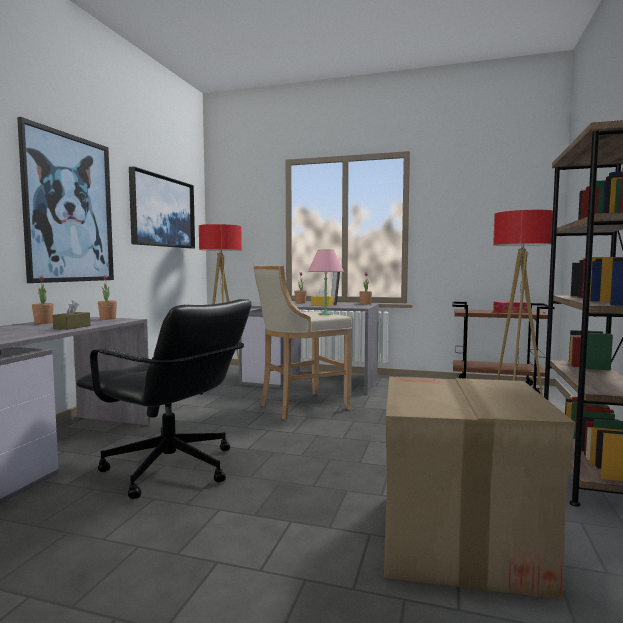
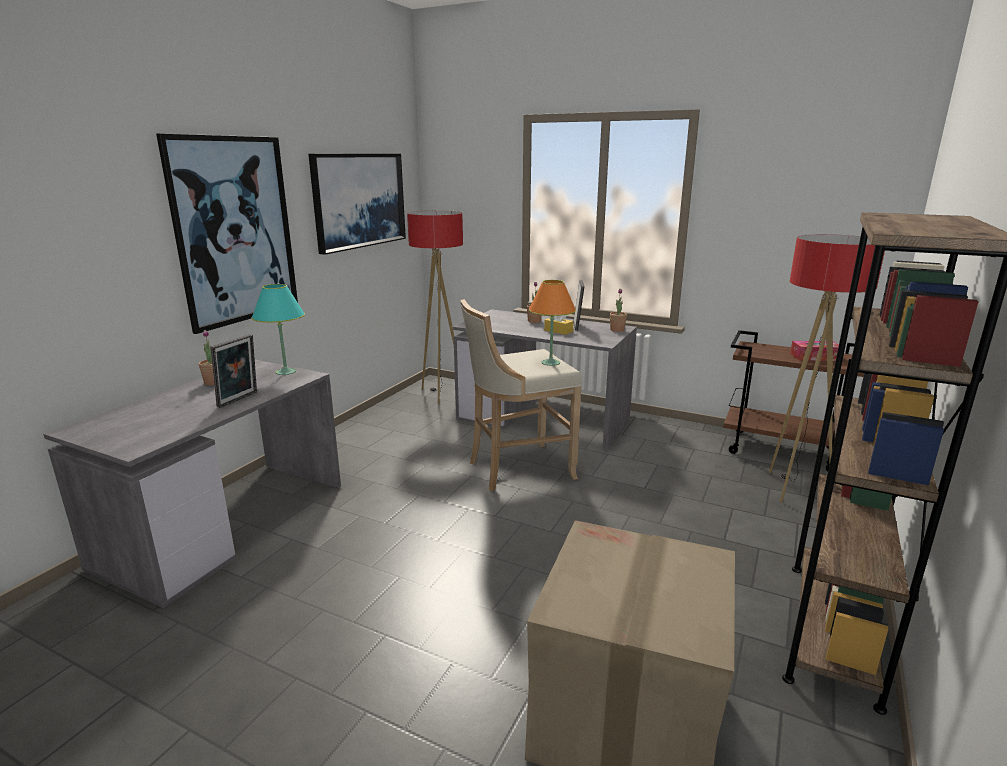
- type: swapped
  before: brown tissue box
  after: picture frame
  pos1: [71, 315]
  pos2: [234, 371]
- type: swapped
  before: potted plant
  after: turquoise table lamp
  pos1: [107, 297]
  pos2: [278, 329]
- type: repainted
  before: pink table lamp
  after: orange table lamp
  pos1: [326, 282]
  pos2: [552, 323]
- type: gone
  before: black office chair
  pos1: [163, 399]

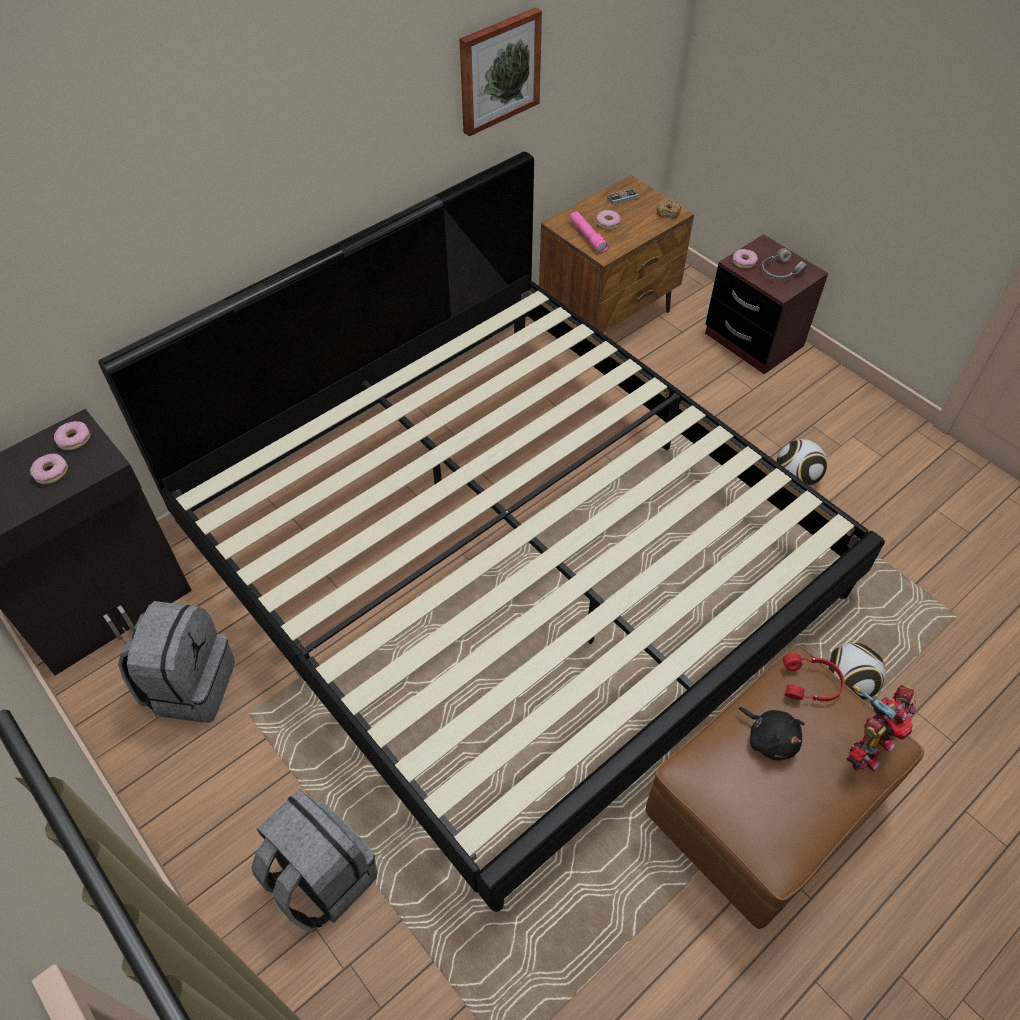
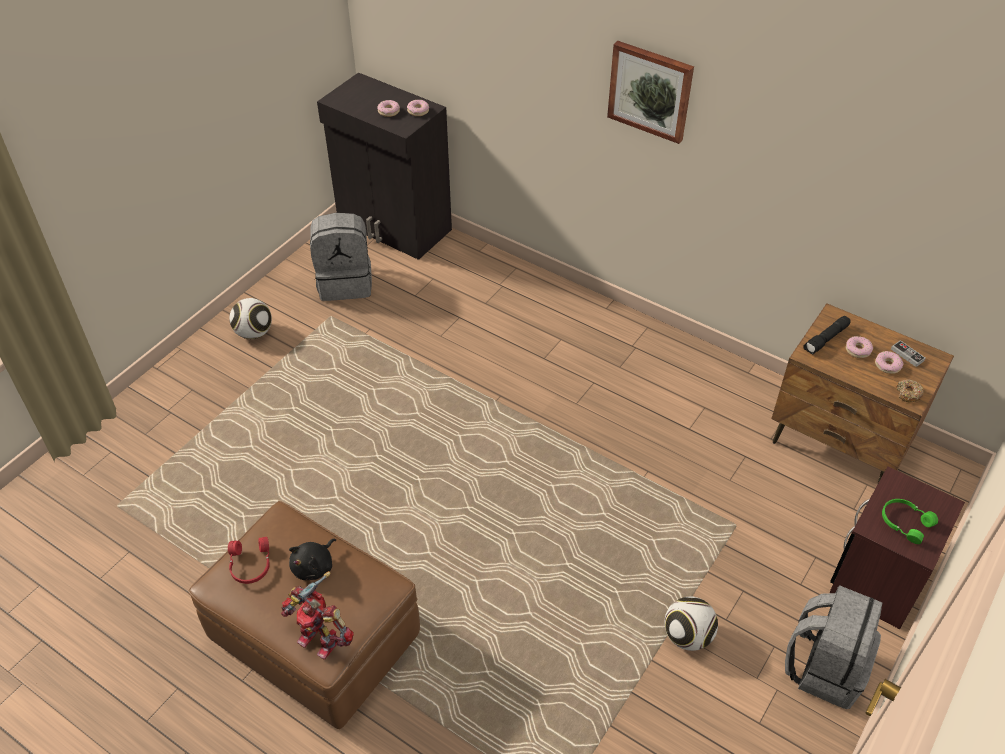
- type: shifted
  before: red headphones
  pos1: [814, 677]
  pos2: [249, 560]
- type: shifted
  before: football
  pos1: [856, 671]
  pos2: [250, 318]
- type: shifted
  before: picture
  pos1: [500, 71]
  pos2: [650, 92]
- type: shifted
  before: grey backpack
  pos1: [314, 860]
  pos2: [833, 647]
- type: repainted
  before: pink flashlight
  after: black flashlight
  pos1: [589, 232]
  pos2: [827, 335]
- type: shifted
  before: donut
  pos1: [745, 259]
  pos2: [889, 362]
- type: repainted
  before: grey headphones
  after: green headphones
  pos1: [784, 264]
  pos2: [910, 521]
- type: gone
  before: bed
  pos1: [491, 532]

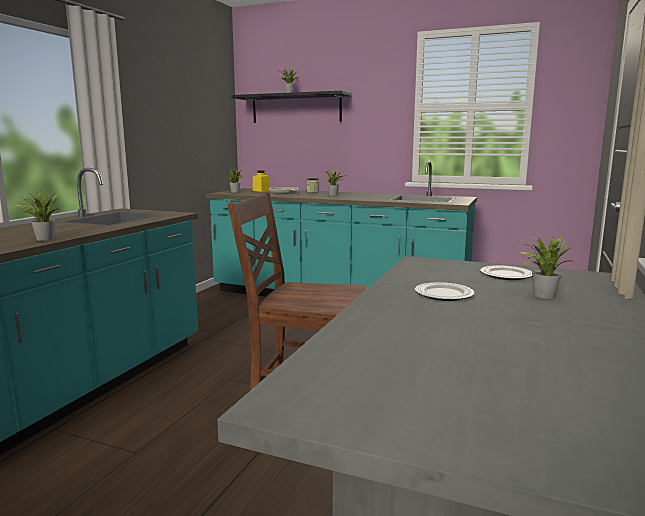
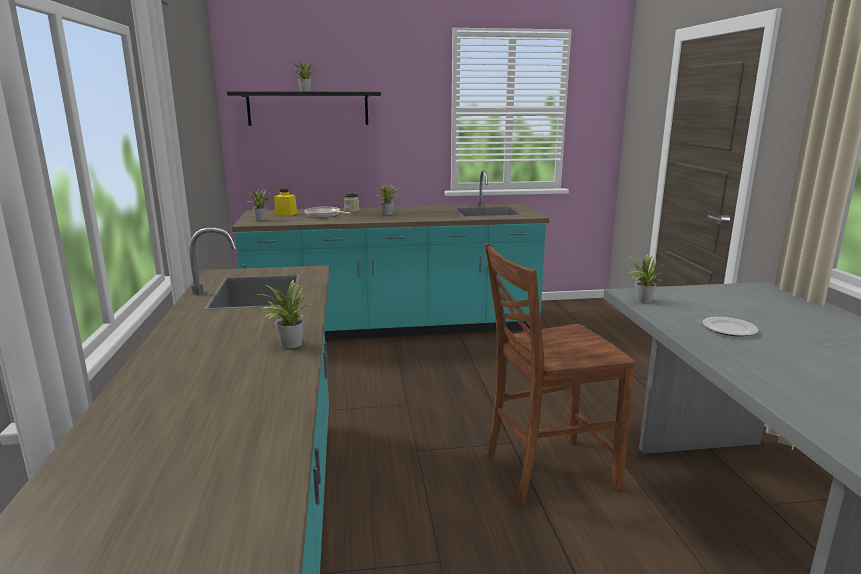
- type: shifted
  before: potted plant
  pos1: [546, 267]
  pos2: [645, 278]
- type: gone
  before: plate
  pos1: [506, 273]

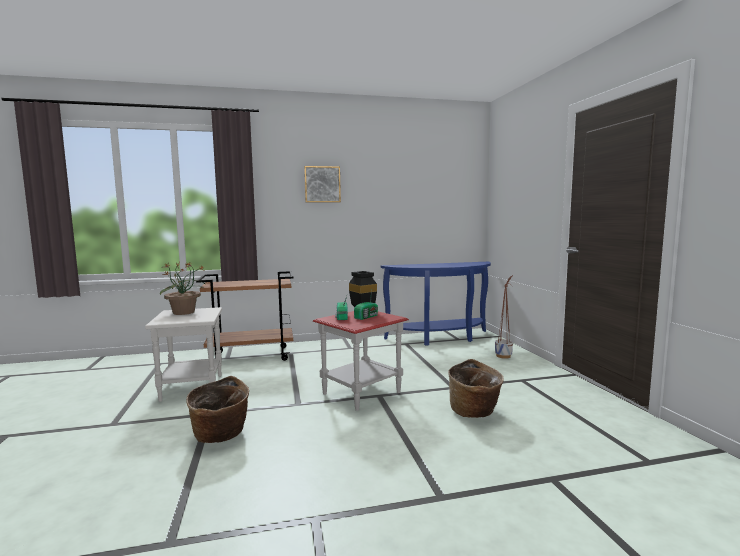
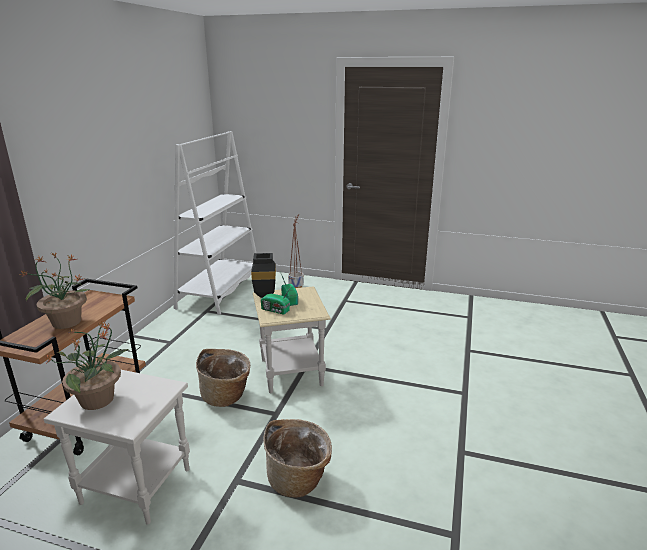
- type: new
  after: potted plant
  pos2: [55, 290]
- type: swapped
  before: blue console table
  after: white bookcase
  pos1: [436, 304]
  pos2: [214, 223]
- type: shifted
  before: basket
  pos1: [476, 388]
  pos2: [223, 378]
- type: repainted
  before: red side table
  after: beige side table
  pos1: [361, 361]
  pos2: [292, 340]
- type: gone
  before: picture
  pos1: [322, 184]

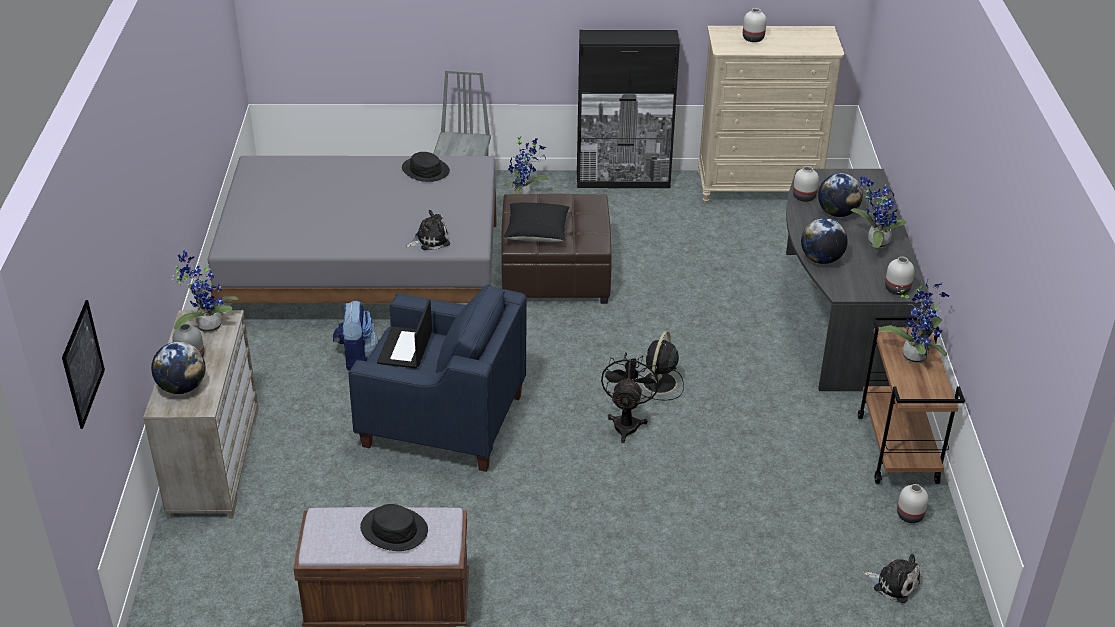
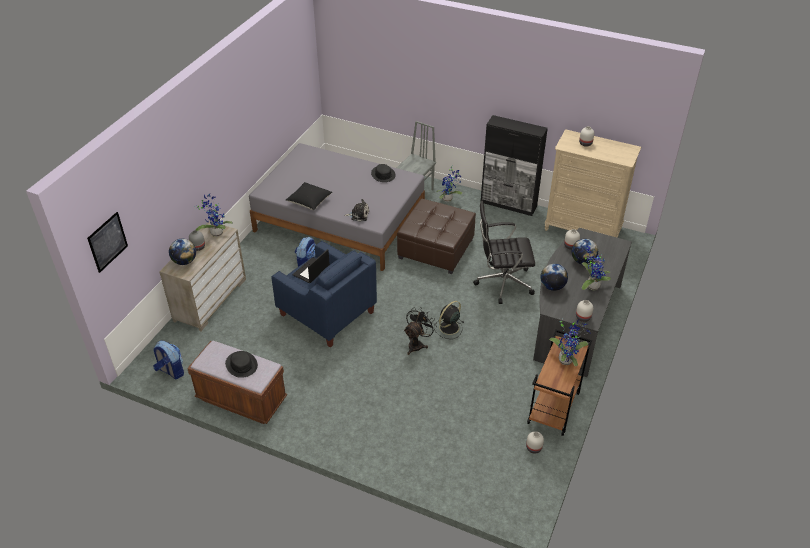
- type: new
  after: backpack
  pos2: [168, 360]
- type: shifted
  before: black pillow
  pos1: [536, 222]
  pos2: [309, 196]
- type: new
  after: black office chair
  pos2: [504, 252]
- type: gone
  before: plush toy
  pos1: [891, 578]

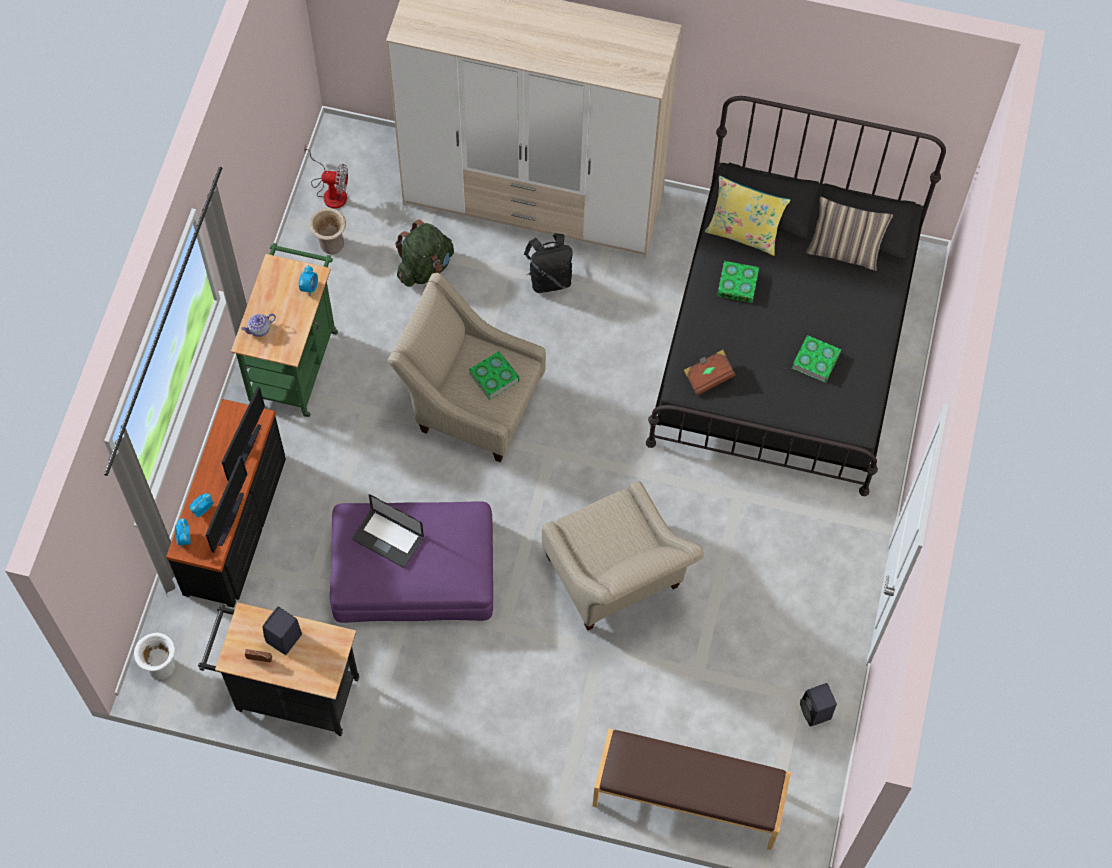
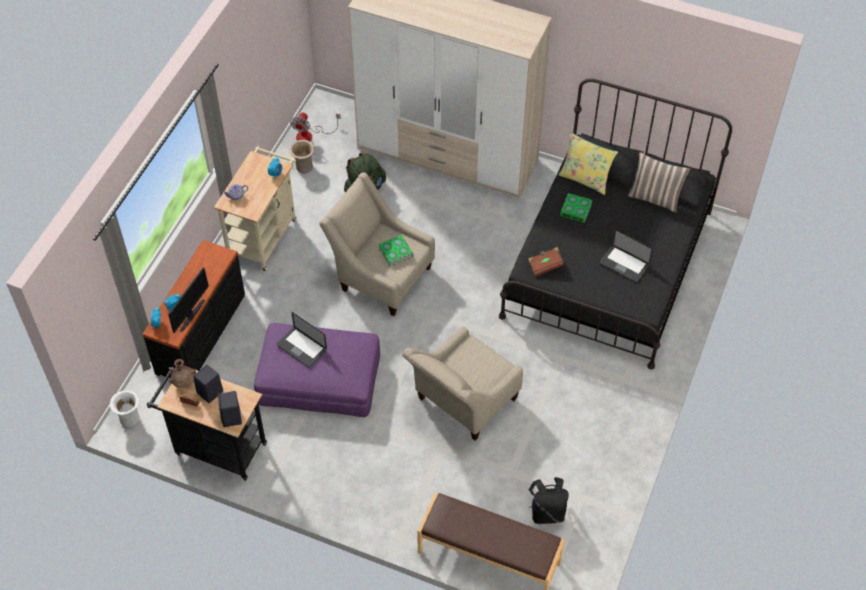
- type: new
  after: brown vase
  pos2: [182, 373]
- type: repainted
  before: green cart
  after: beige cart
  pos1: [284, 330]
  pos2: [255, 209]
- type: shifted
  before: black speaker
  pos1: [818, 705]
  pos2: [230, 409]
- type: rotated
  before: fan
  pos1: [326, 177]
  pos2: [315, 127]
  turn: 90
- type: rotated
  before: beige armchair
  pos1: [623, 556]
  pos2: [462, 383]
  turn: 60
- type: shifted
  before: black backpack
  pos1: [548, 263]
  pos2: [549, 500]
- type: swapped
  before: book
  after: laptop
  pos1: [816, 358]
  pos2: [626, 256]
- type: gone
  before: monitor
  pos1: [243, 433]

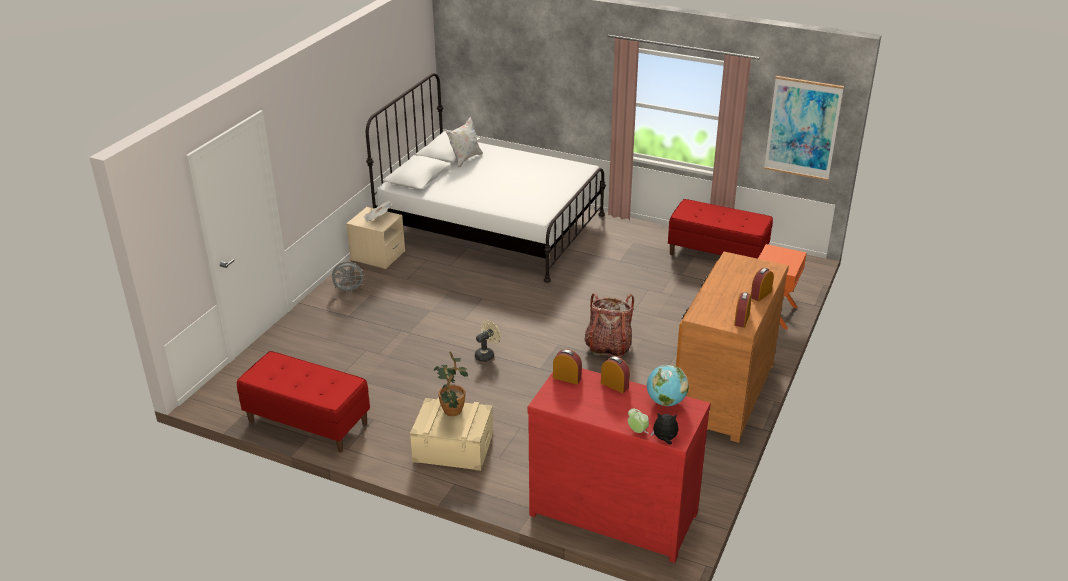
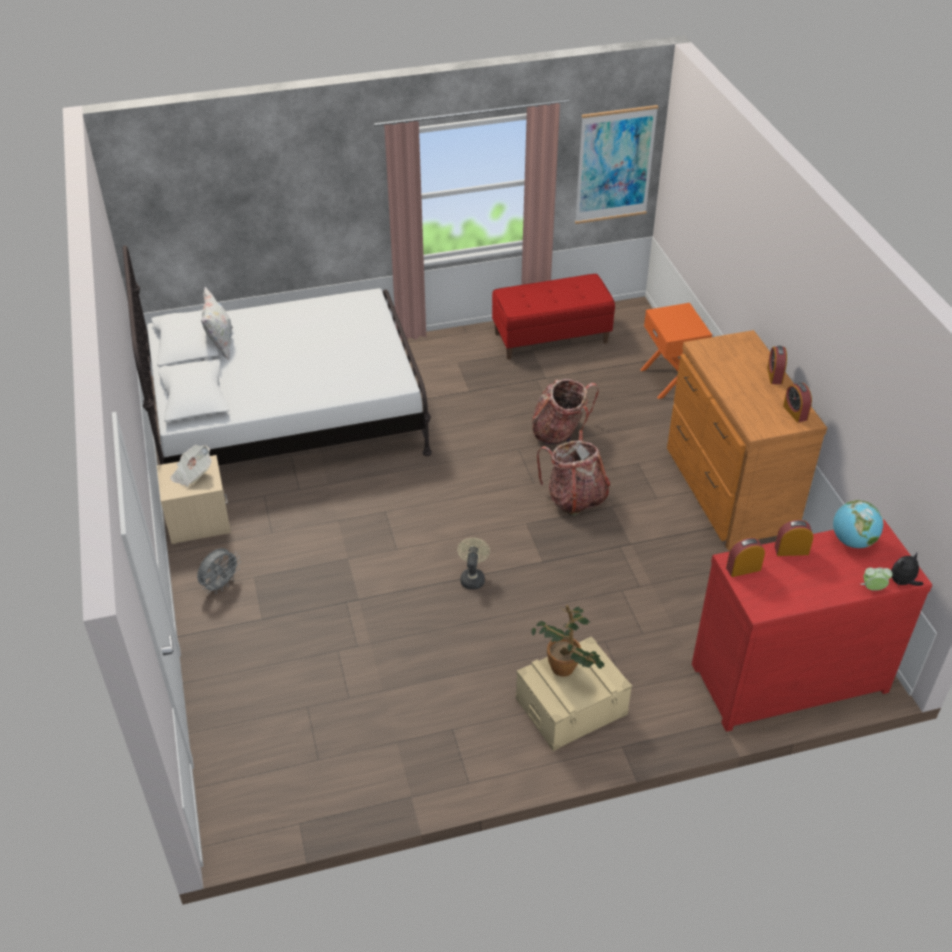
- type: new
  after: backpack
  pos2: [565, 411]
- type: gone
  before: red bench
  pos1: [303, 401]

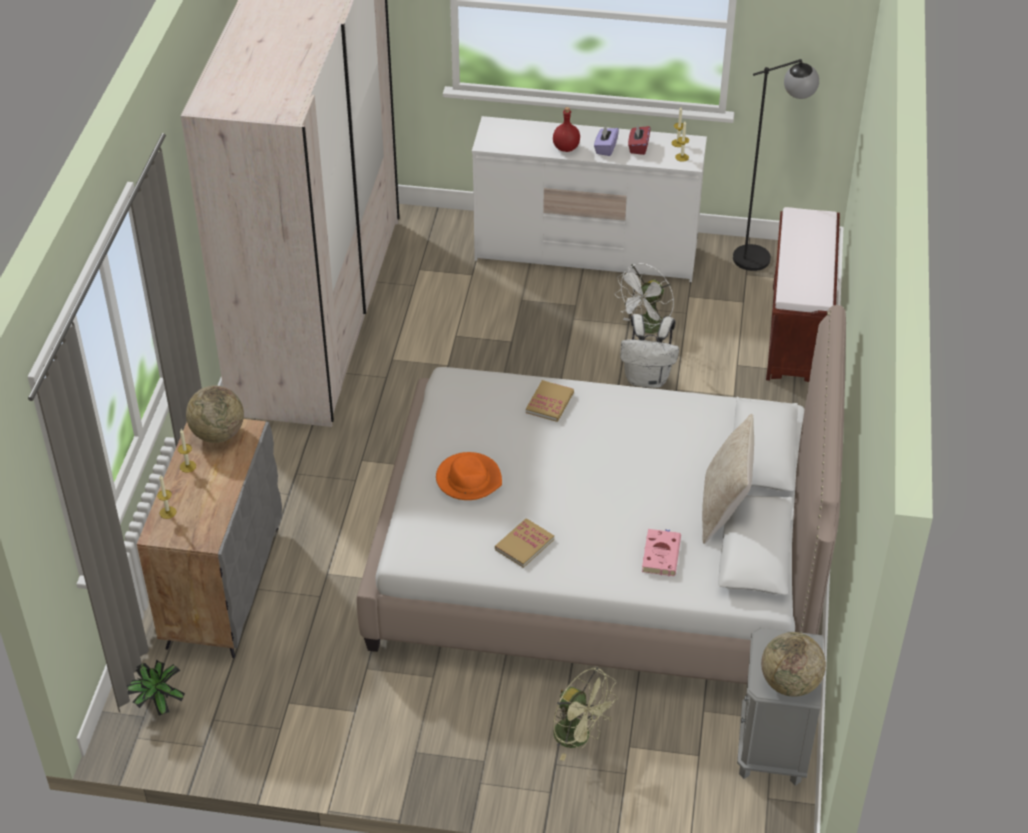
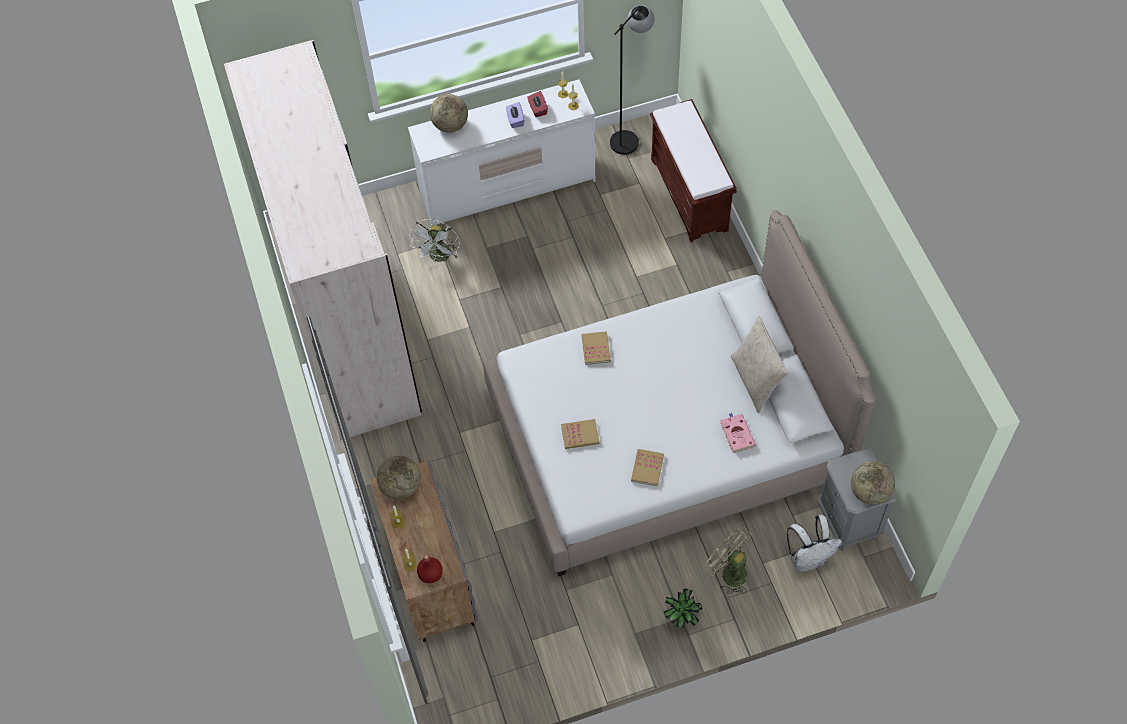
- type: shifted
  before: white fan
  pos1: [644, 298]
  pos2: [434, 240]
- type: shifted
  before: red bottle
  pos1: [566, 129]
  pos2: [430, 569]
- type: new
  after: globe
  pos2: [449, 113]
- type: swapped
  before: orange hat
  after: book
  pos1: [469, 476]
  pos2: [580, 434]
- type: shifted
  before: potted plant
  pos1: [156, 688]
  pos2: [683, 608]
- type: rotated
  before: green fan
  pos1: [585, 714]
  pos2: [728, 560]
  turn: -150
- type: shifted
  before: white backpack
  pos1: [649, 351]
  pos2: [814, 543]

